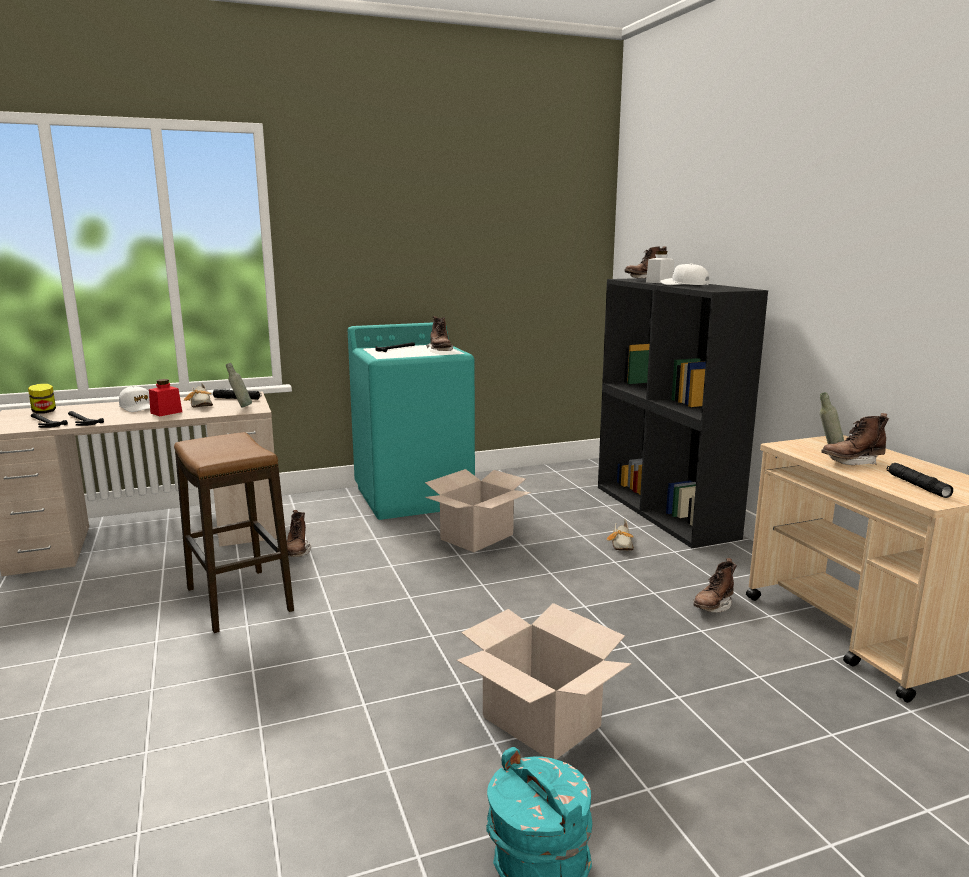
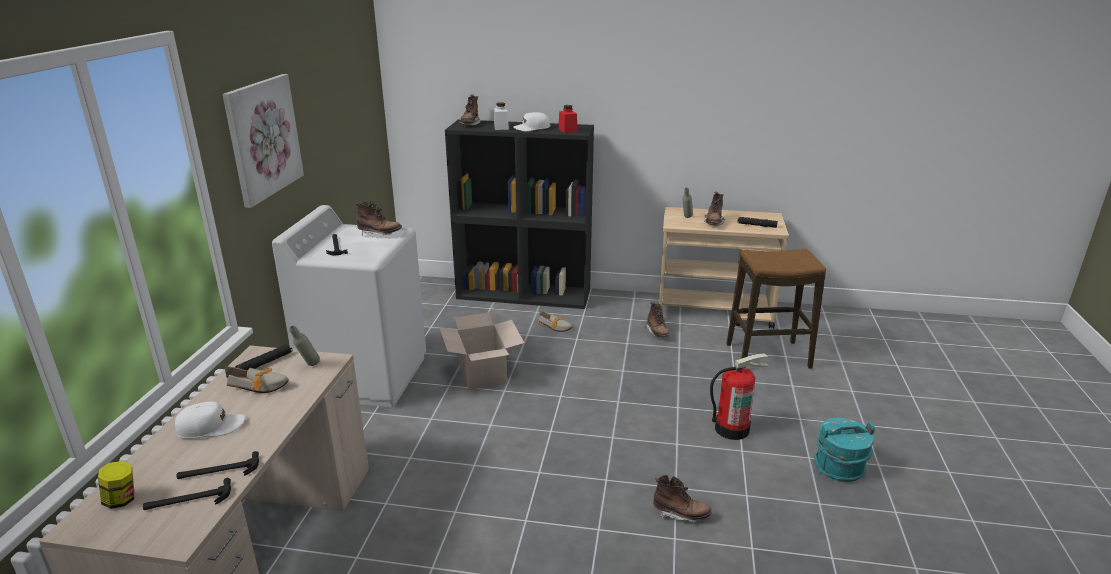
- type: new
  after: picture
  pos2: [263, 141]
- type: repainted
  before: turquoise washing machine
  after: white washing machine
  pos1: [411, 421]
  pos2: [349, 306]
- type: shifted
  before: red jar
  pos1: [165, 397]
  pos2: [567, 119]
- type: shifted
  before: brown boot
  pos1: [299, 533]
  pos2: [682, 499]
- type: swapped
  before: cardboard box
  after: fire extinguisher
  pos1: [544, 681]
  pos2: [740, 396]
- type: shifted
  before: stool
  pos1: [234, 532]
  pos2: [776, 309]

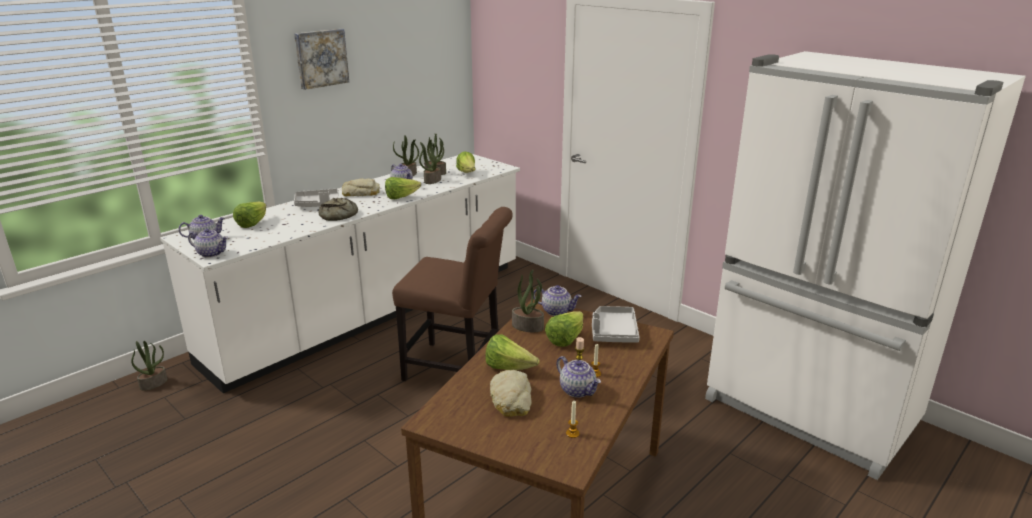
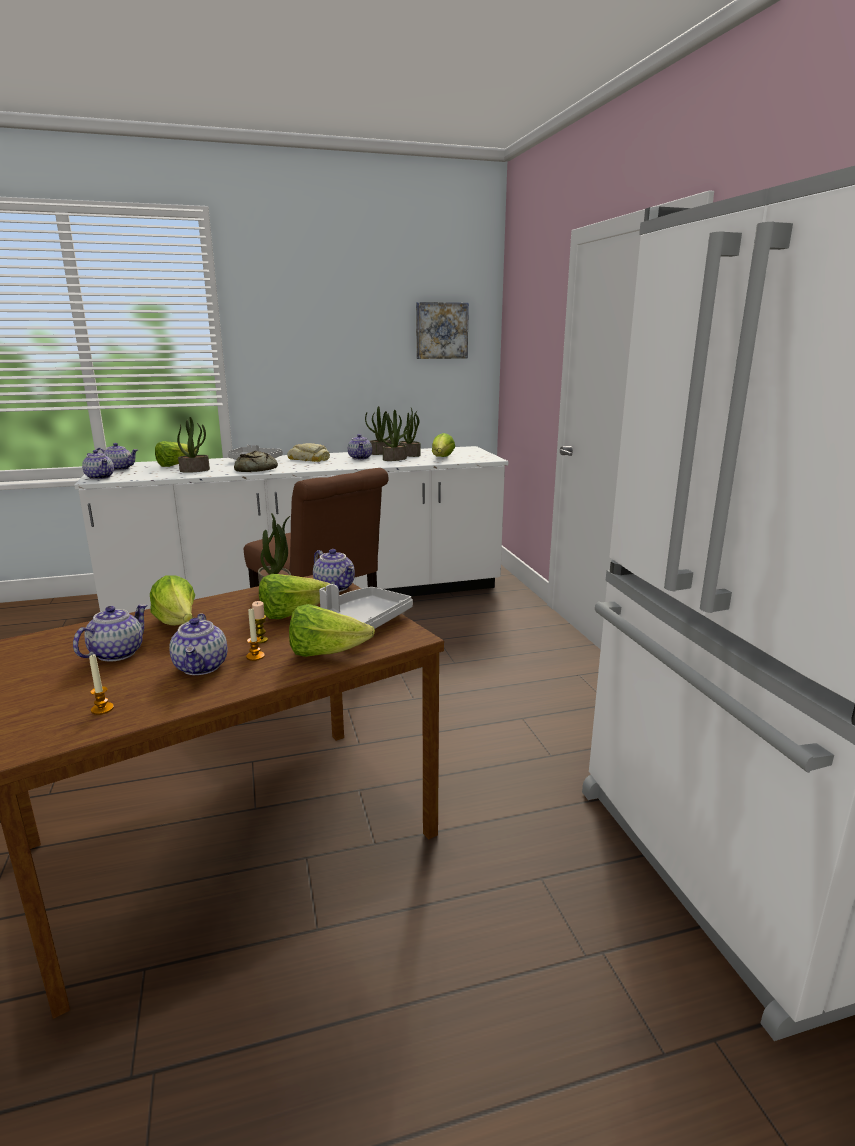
- type: swapped
  before: bread
  after: teapot
  pos1: [511, 393]
  pos2: [110, 633]
- type: shifted
  before: potted plant
  pos1: [149, 366]
  pos2: [193, 445]
- type: shifted
  before: lettuce
  pos1: [403, 188]
  pos2: [332, 630]
- type: shifted
  before: picture
  pos1: [321, 59]
  pos2: [442, 330]

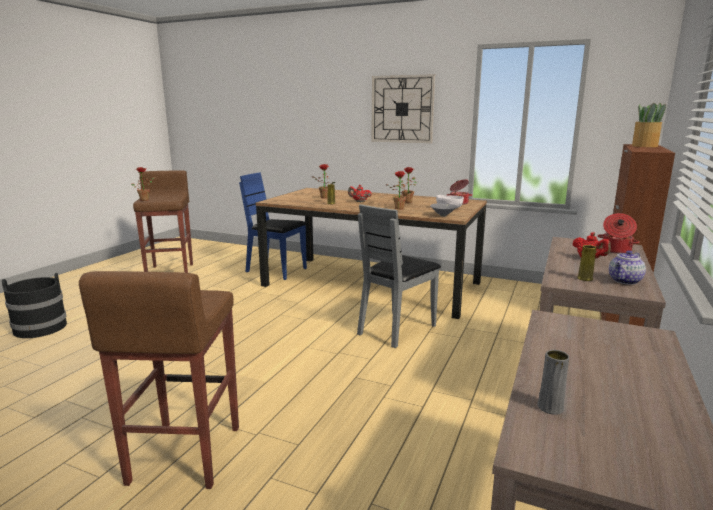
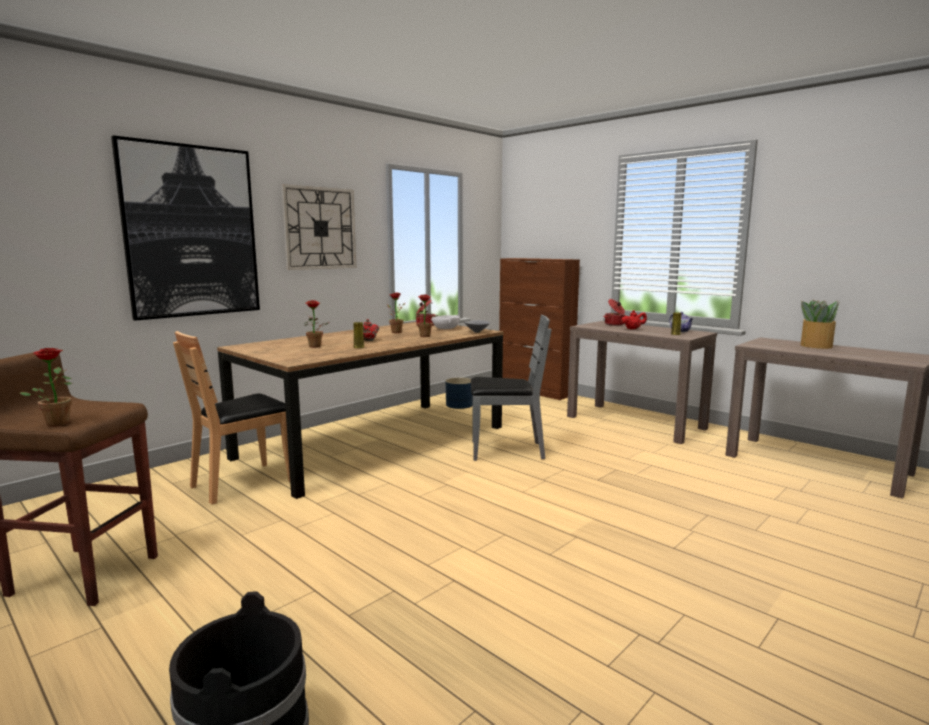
- type: new
  after: picture
  pos2: [185, 228]
- type: repainted
  before: blue chair
  after: brown chair
  pos1: [273, 226]
  pos2: [231, 417]
- type: new
  after: blue planter
  pos2: [459, 393]
- type: rotated
  before: grey chair
  pos1: [399, 276]
  pos2: [511, 388]
  turn: -60
- type: shifted
  before: potted plant
  pos1: [649, 125]
  pos2: [820, 324]
- type: gone
  before: brown stool
  pos1: [159, 380]
- type: gone
  before: grey vase
  pos1: [553, 382]

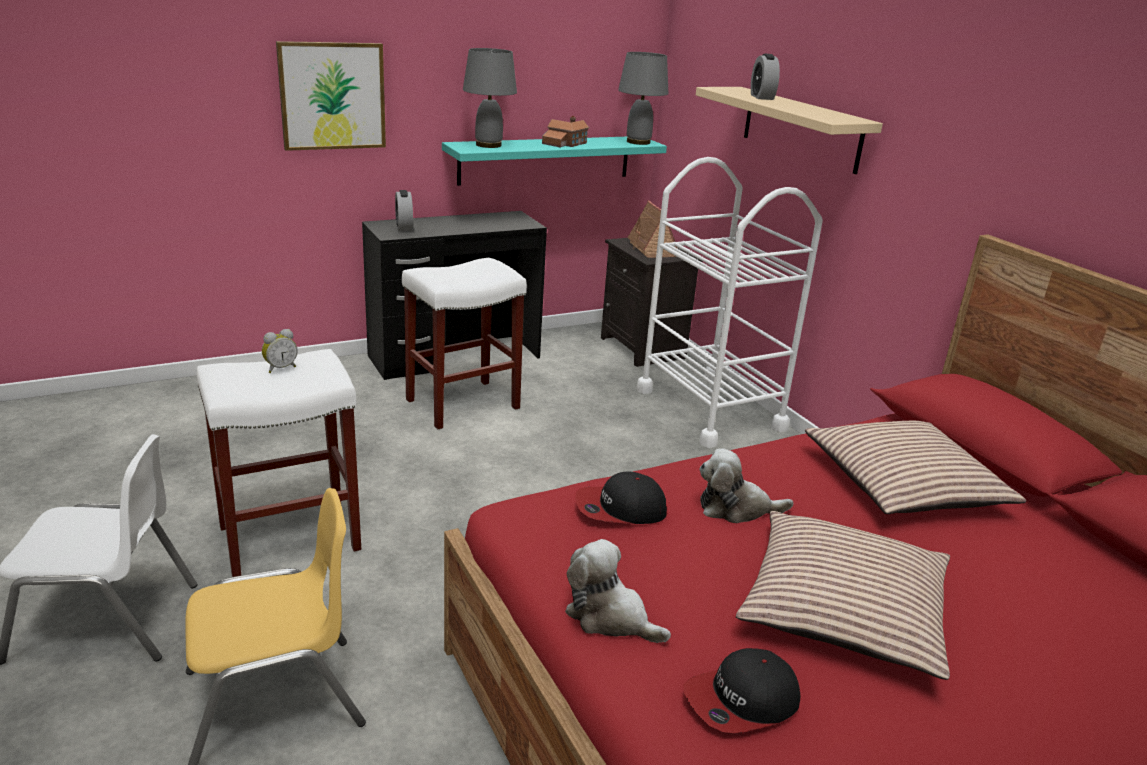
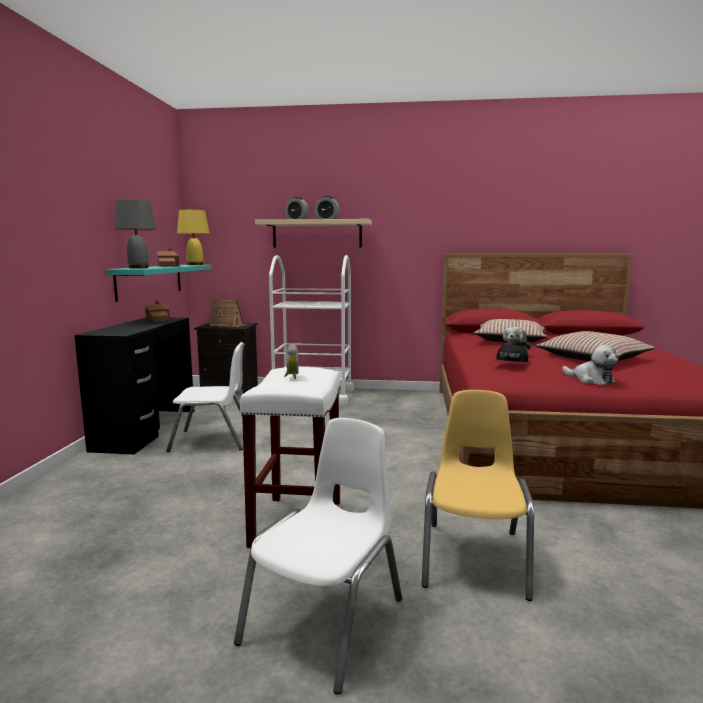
- type: new
  after: toy house
  pos2: [157, 311]
- type: swapped
  before: white stool
  after: white chair
  pos1: [464, 343]
  pos2: [205, 397]
- type: repainted
  before: grey table lamp
  after: yellow table lamp
  pos1: [643, 98]
  pos2: [193, 237]
- type: shifted
  before: alarm clock
  pos1: [404, 210]
  pos2: [327, 207]
- type: rotated
  before: plush toy
  pos1: [618, 591]
  pos2: [590, 365]
  turn: -105
- type: gone
  before: picture
  pos1: [331, 96]
- type: gone
  before: cap
  pos1: [742, 690]

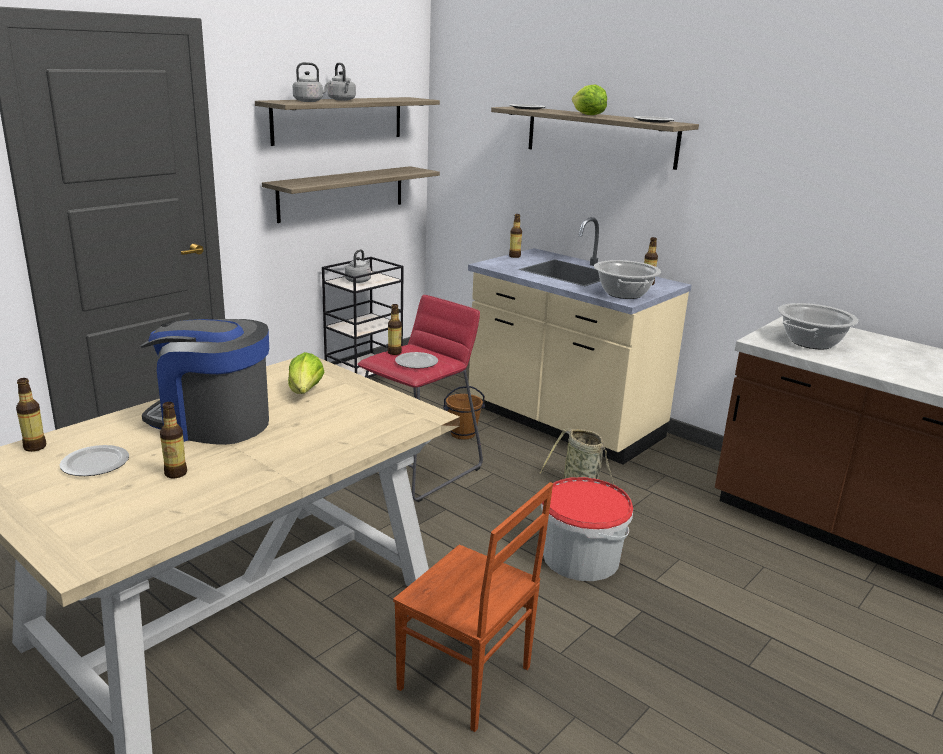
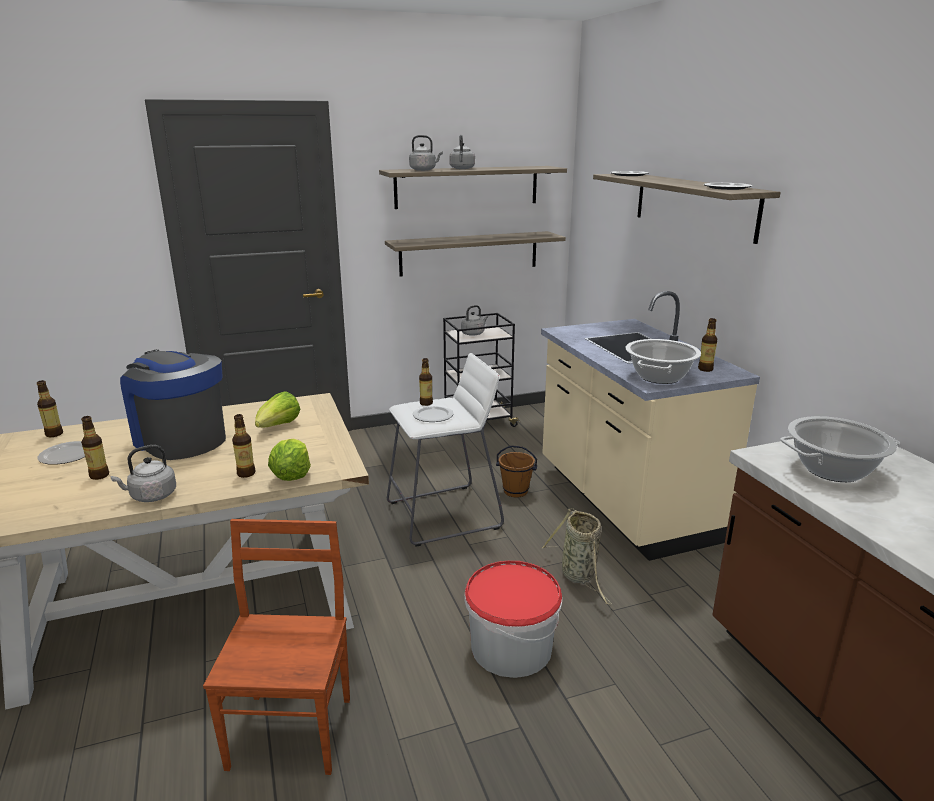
- type: new
  after: grey kettle
  pos2: [143, 473]
- type: rotated
  before: brown chair
  pos1: [473, 607]
  pos2: [276, 647]
  turn: -150
- type: shifted
  before: bottle
  pos1: [515, 236]
  pos2: [244, 446]
- type: shifted
  before: lettuce
  pos1: [589, 100]
  pos2: [289, 459]
- type: repainted
  before: red stool
  after: white stool
  pos1: [420, 398]
  pos2: [445, 450]

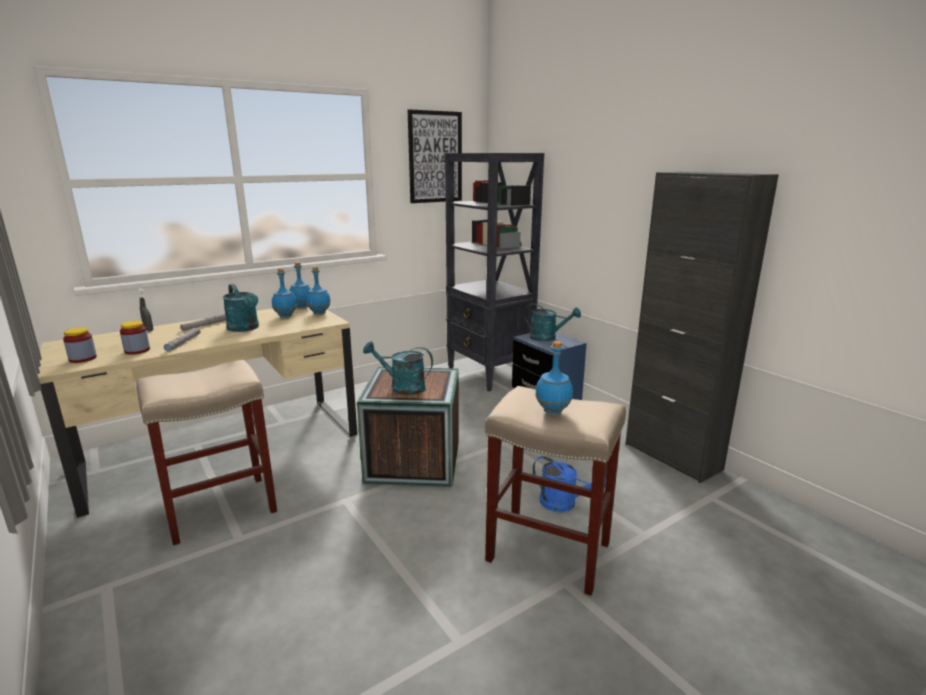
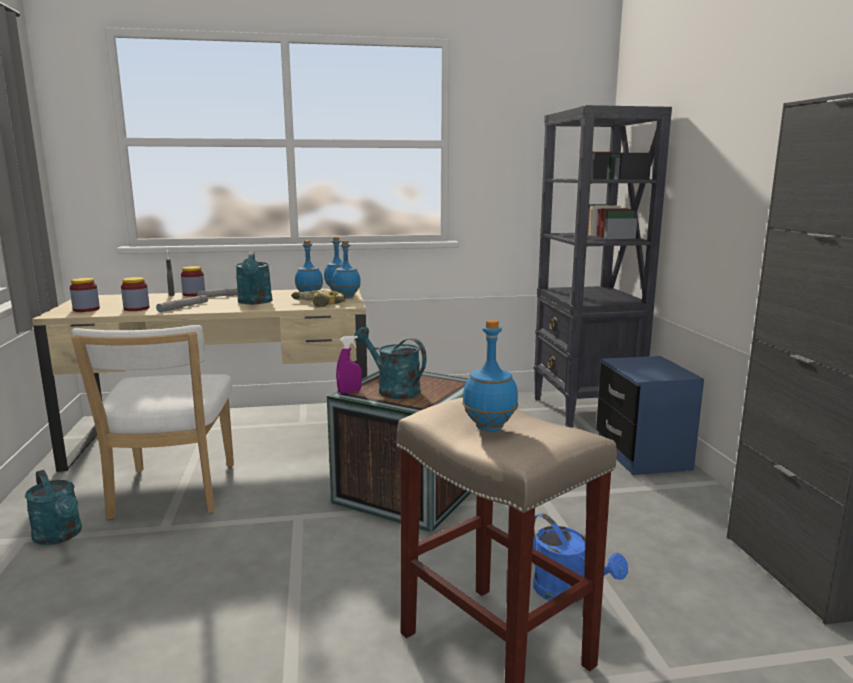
- type: shifted
  before: turquoise watering can
  pos1: [552, 322]
  pos2: [53, 507]
- type: swapped
  before: beige stool
  after: white chair
  pos1: [207, 452]
  pos2: [152, 422]
- type: new
  after: jar
  pos2: [193, 281]
- type: new
  after: power drill
  pos2: [318, 298]
- type: new
  after: purple spray bottle
  pos2: [349, 364]
- type: gone
  before: picture
  pos1: [435, 156]

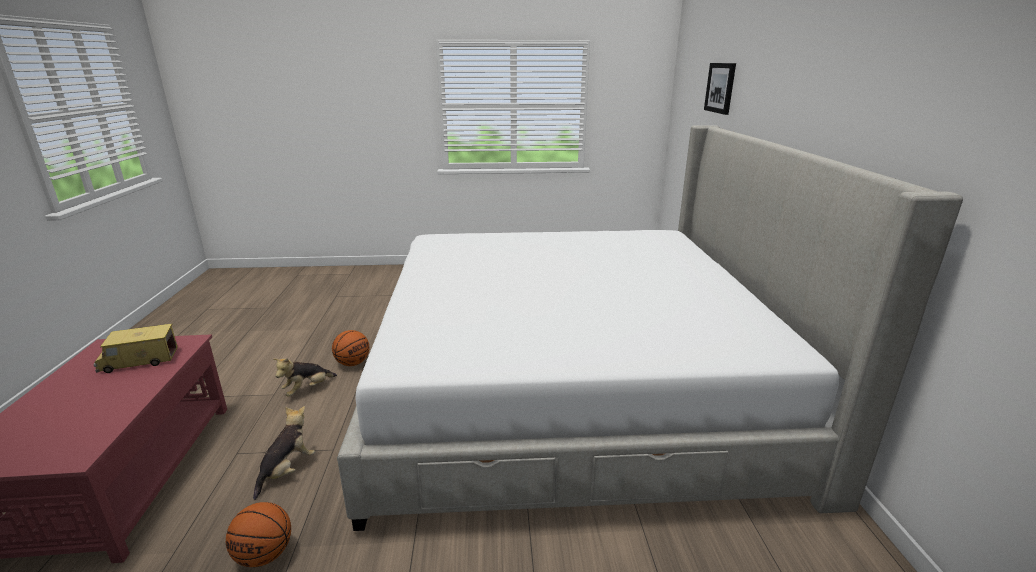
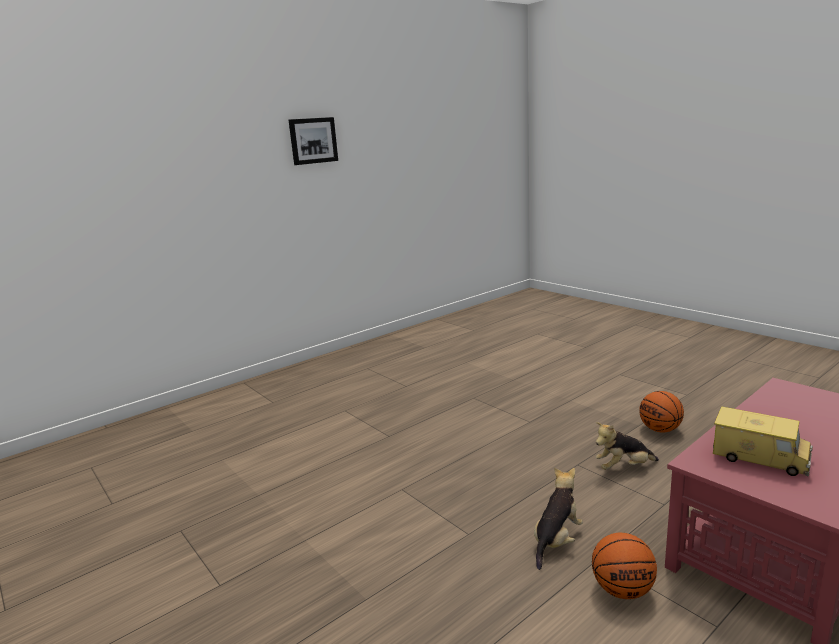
- type: shifted
  before: picture
  pos1: [720, 89]
  pos2: [313, 141]
- type: rotated
  before: plush toy
  pos1: [305, 377]
  pos2: [558, 518]
  turn: -60
- type: shifted
  before: basketball
  pos1: [350, 348]
  pos2: [624, 566]
- type: gone
  before: bed
  pos1: [650, 328]

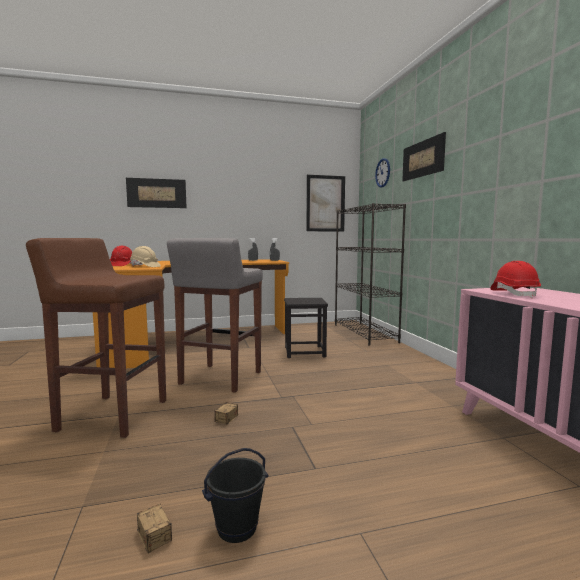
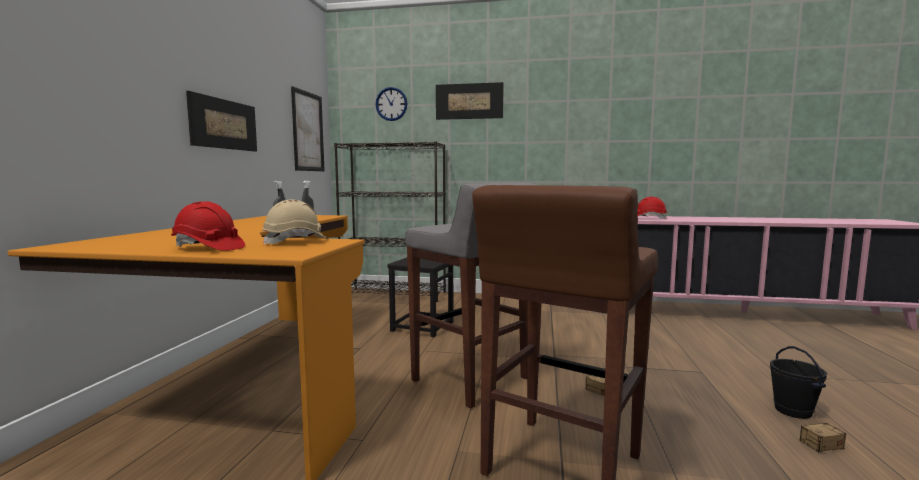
- type: shifted
  before: picture
  pos1: [156, 193]
  pos2: [221, 121]

